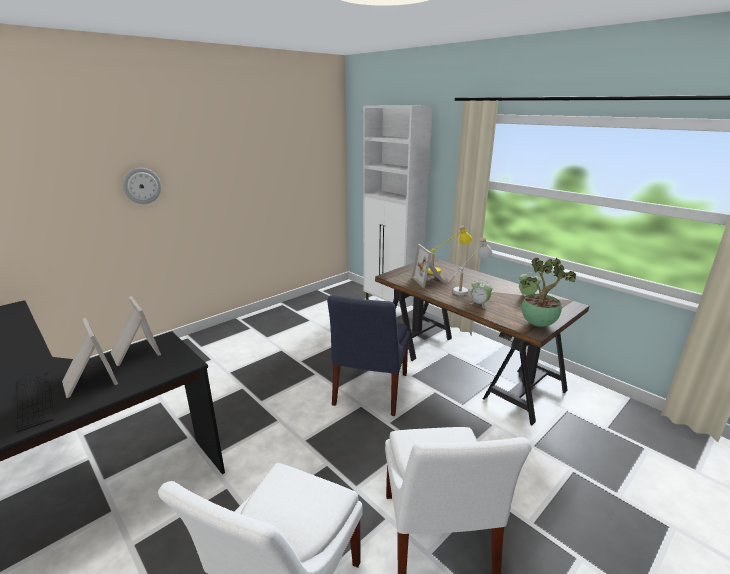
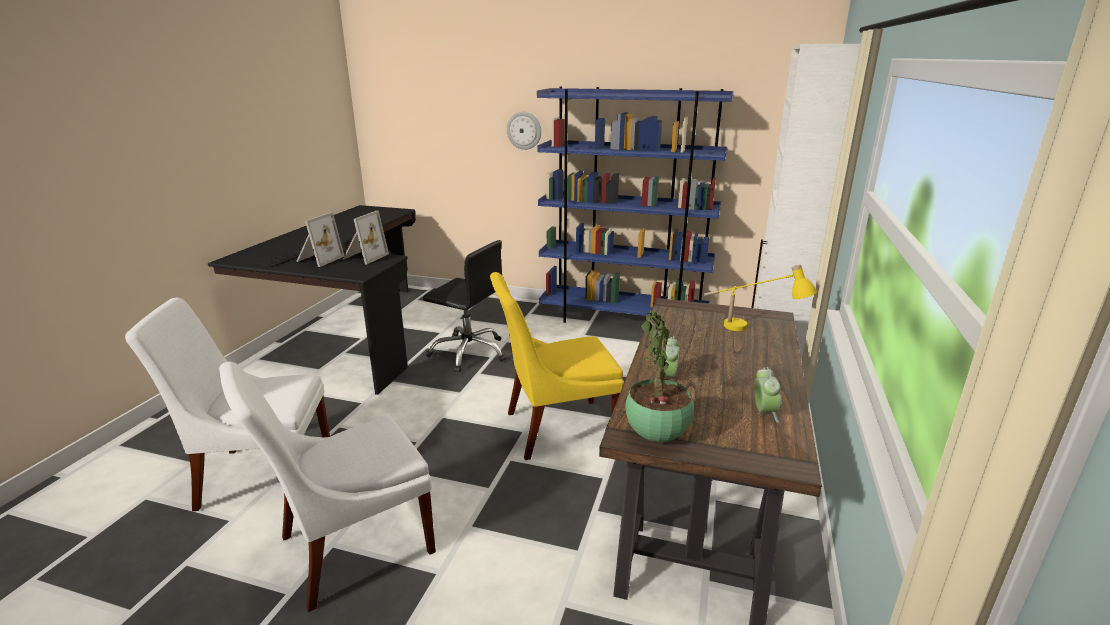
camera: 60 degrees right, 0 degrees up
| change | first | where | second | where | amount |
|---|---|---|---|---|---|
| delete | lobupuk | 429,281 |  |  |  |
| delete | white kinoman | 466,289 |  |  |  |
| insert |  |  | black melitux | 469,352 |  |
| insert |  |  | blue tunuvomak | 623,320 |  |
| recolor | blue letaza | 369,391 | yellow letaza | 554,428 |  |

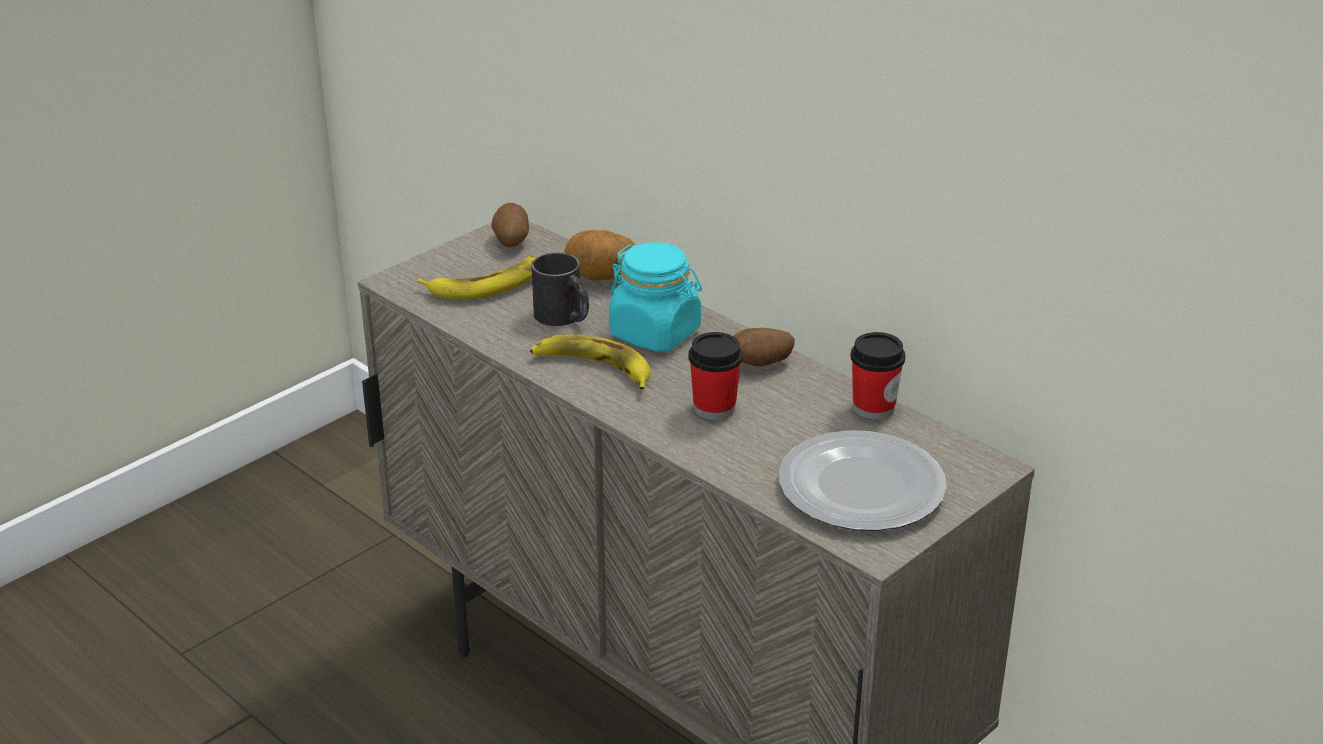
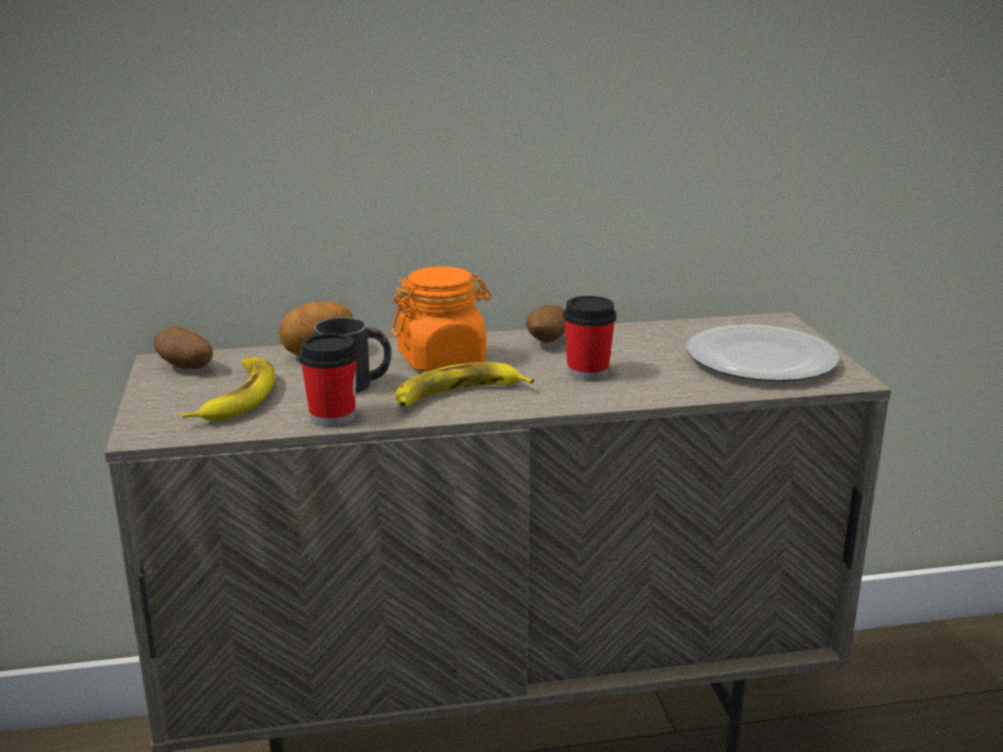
camera: 55 degrees left, 10 degrees down
| change | first | where | second | where | amount |
|---|---|---|---|---|---|
| move | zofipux | 873,408 |  | 332,417 |  |
| recolor | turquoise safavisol | 655,333 | orange safavisol | 442,360 |  |

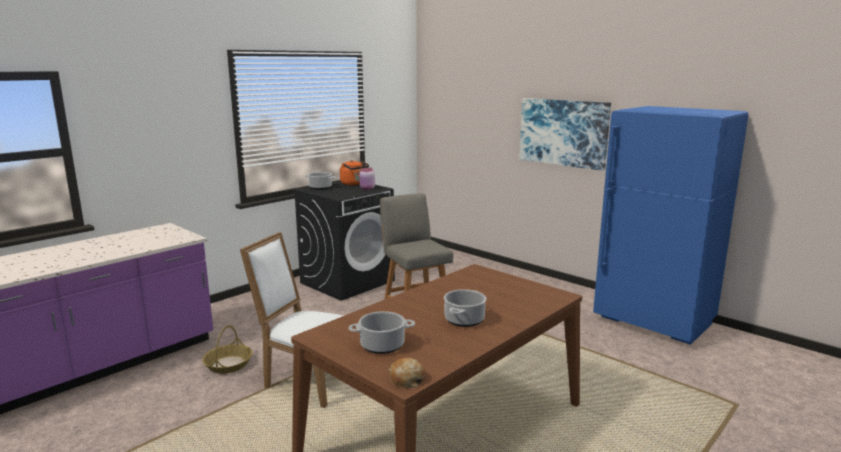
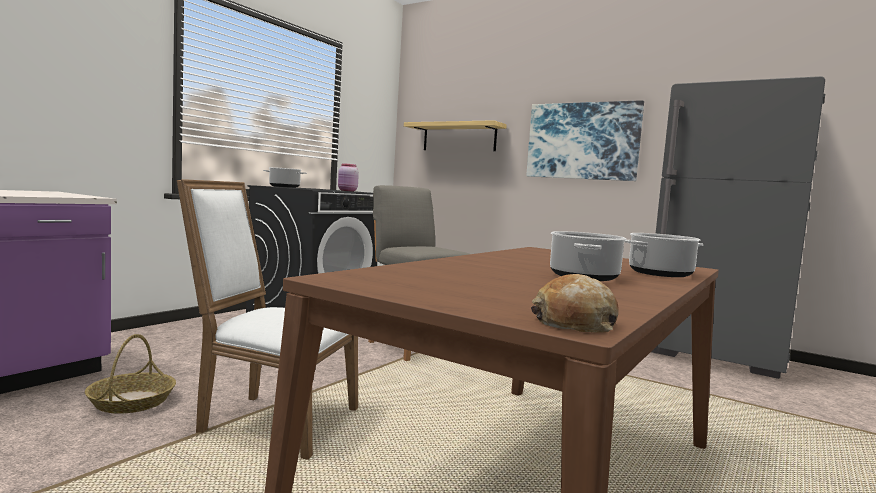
camera: 10 degrees left, 10 degrees down
| change | first | where | second | where | amount |
|---|---|---|---|---|---|
| delete | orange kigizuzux | 354,184 |  |  |  |
| insert |  |  | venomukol | 459,137 |  |
| move | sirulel | 383,345 |  | 660,273 |  |
| recolor | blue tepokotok | 653,323 | grey tepokotok | 715,358 |  |

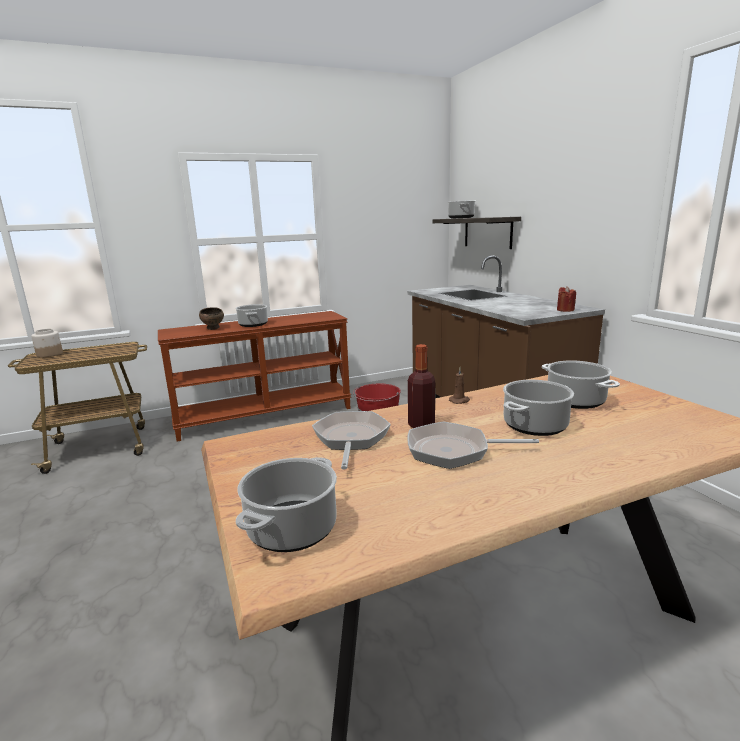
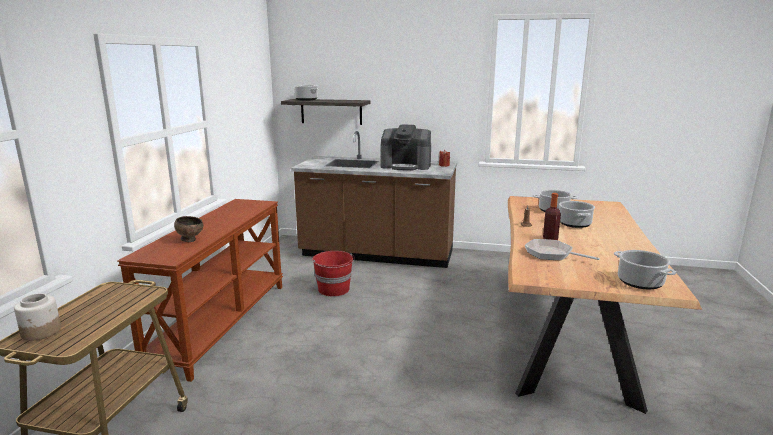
camera: 55 degrees left, 0 degrees up
| change | first | where | second | where | amount |
|---|---|---|---|---|---|
| delete | sirulel | 253,324 |  |  |  |
| delete | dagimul | 454,451 |  |  |  |
| insert |  |  | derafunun | 406,166 |  |

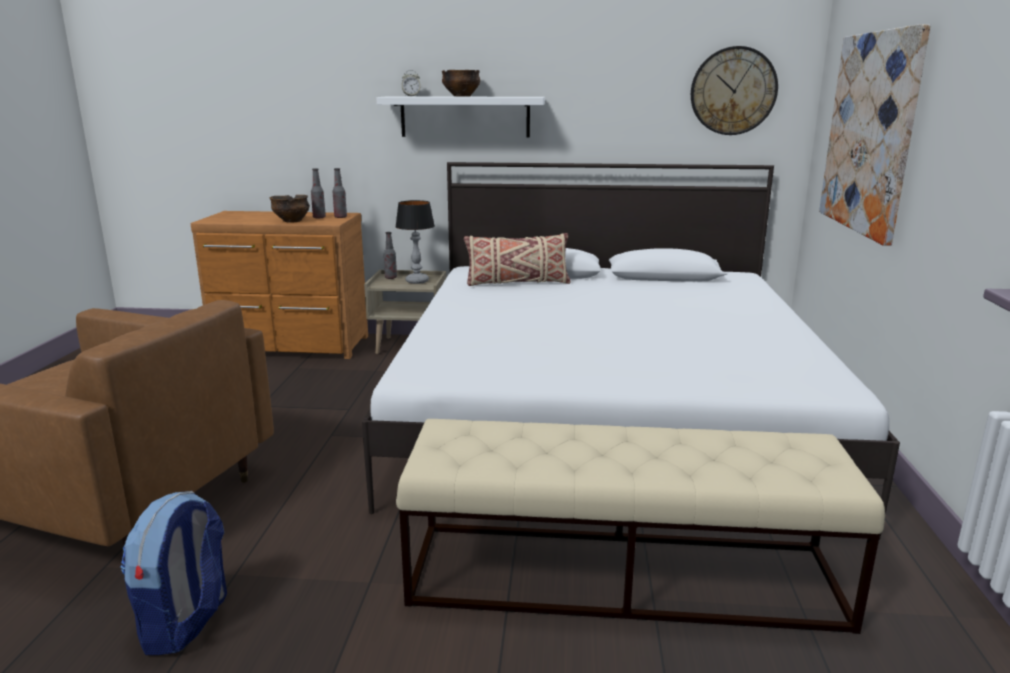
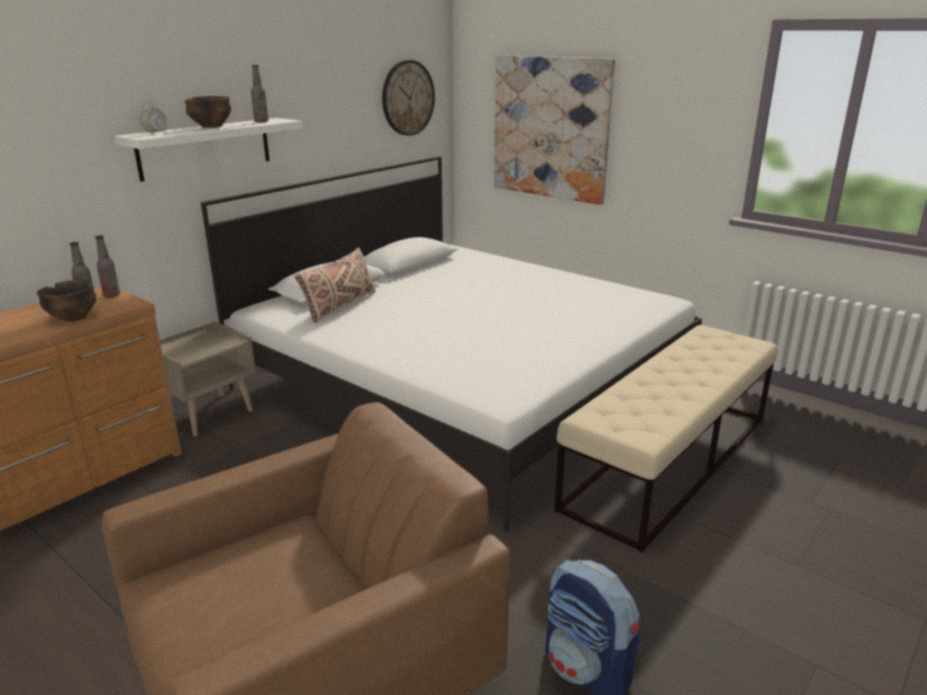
camera: 55 degrees left, 5 degrees up
| change | first | where | second | where | amount |
|---|---|---|---|---|---|
| delete | kinoman | 416,281 |  |  |  |
| move | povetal | 390,278 |  | 261,121 |  |

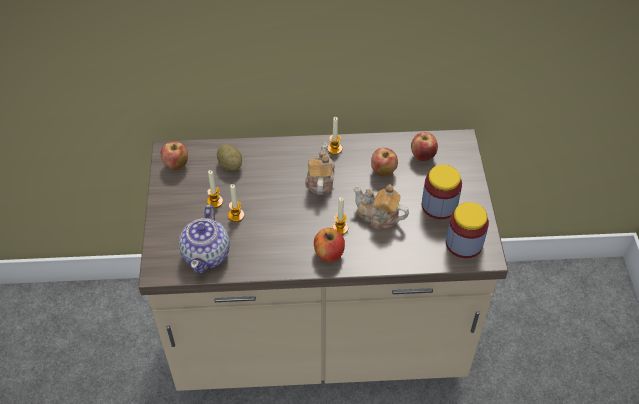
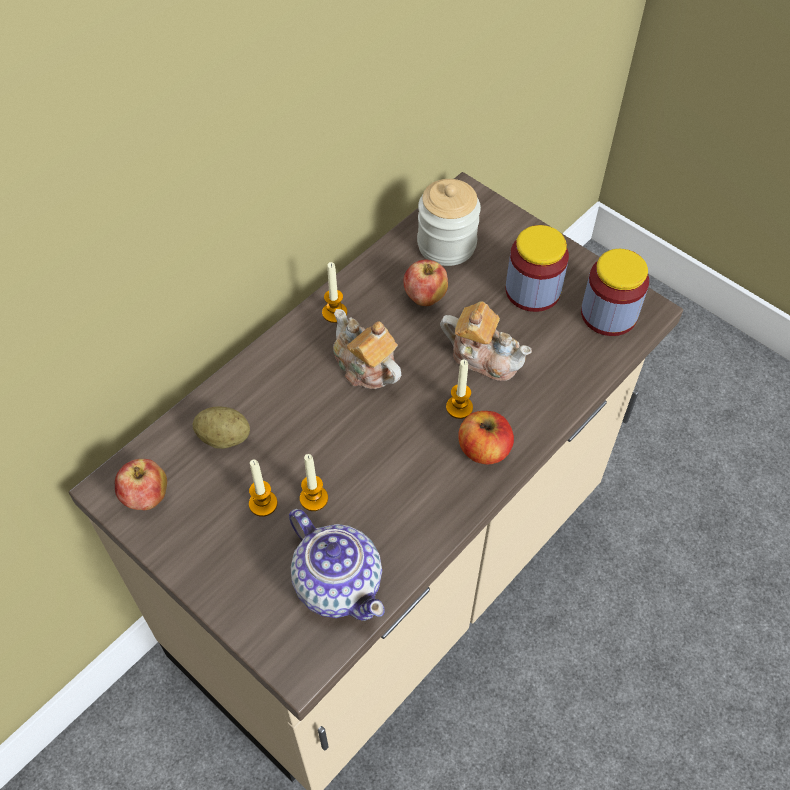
camera: 45 degrees left, 5 degrees up
| change | first | where | second | where | amount |
|---|---|---|---|---|---|
| replace | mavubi | 423,156 | safavisol | 446,245 |  |
| rotate | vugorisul | 378,216 |  | 484,357 | 135 degrees counterclockwise |

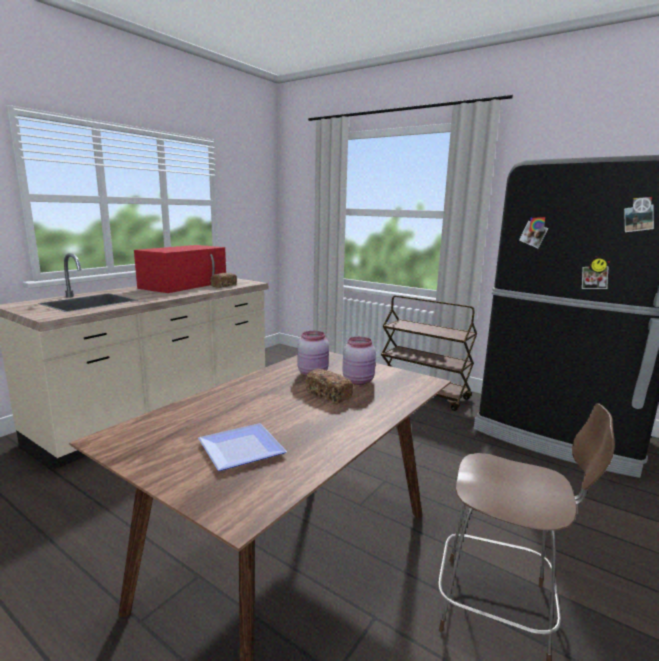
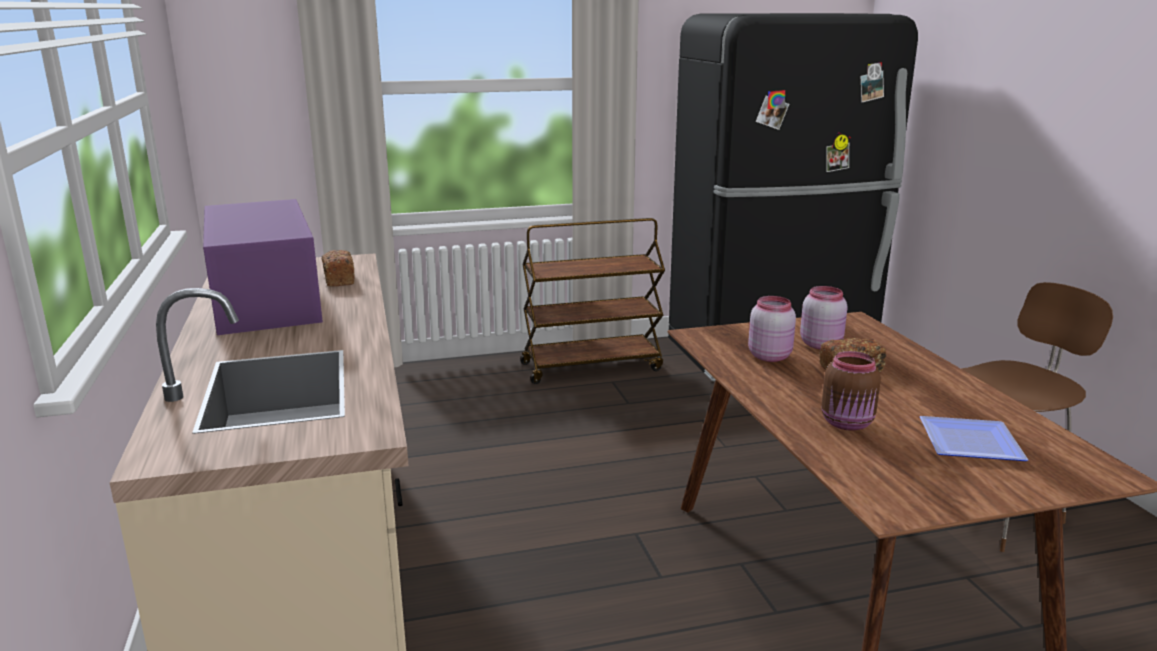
camera: 50 degrees left, 5 degrees up
| change | first | where | second | where | amount |
|---|---|---|---|---|---|
| insert |  |  | brown safavisol | 848,423 |  |
| recolor | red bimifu | 185,284 | purple bimifu | 264,299 |  |

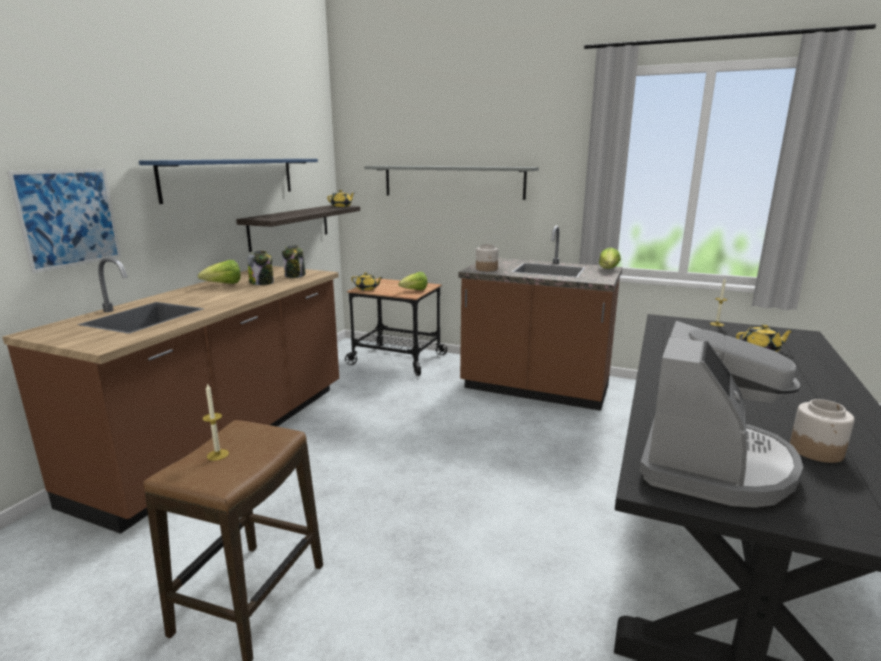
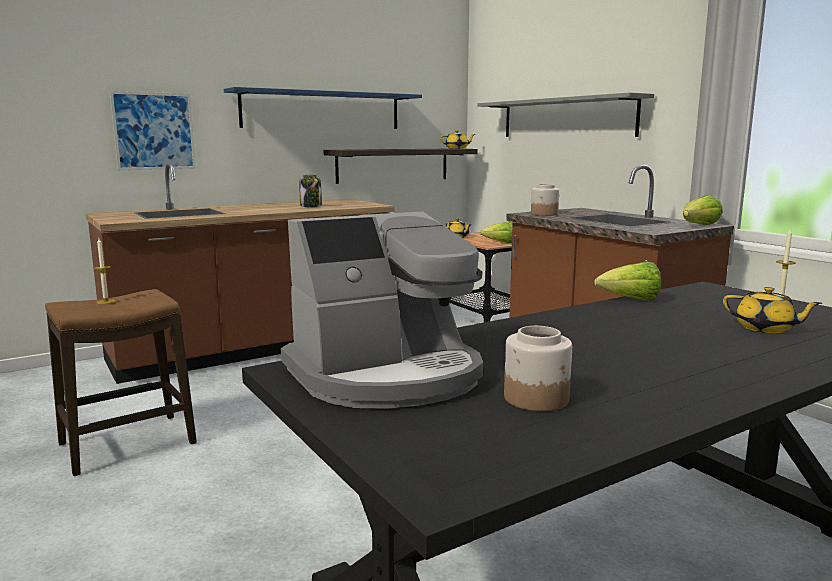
camera: 35 degrees right, 5 degrees down
| change | first | where | second | where | amount |
|---|---|---|---|---|---|
| delete | safavisol | 295,275 |  |  |  |
| move | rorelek | 224,284 |  | 630,300 |  |

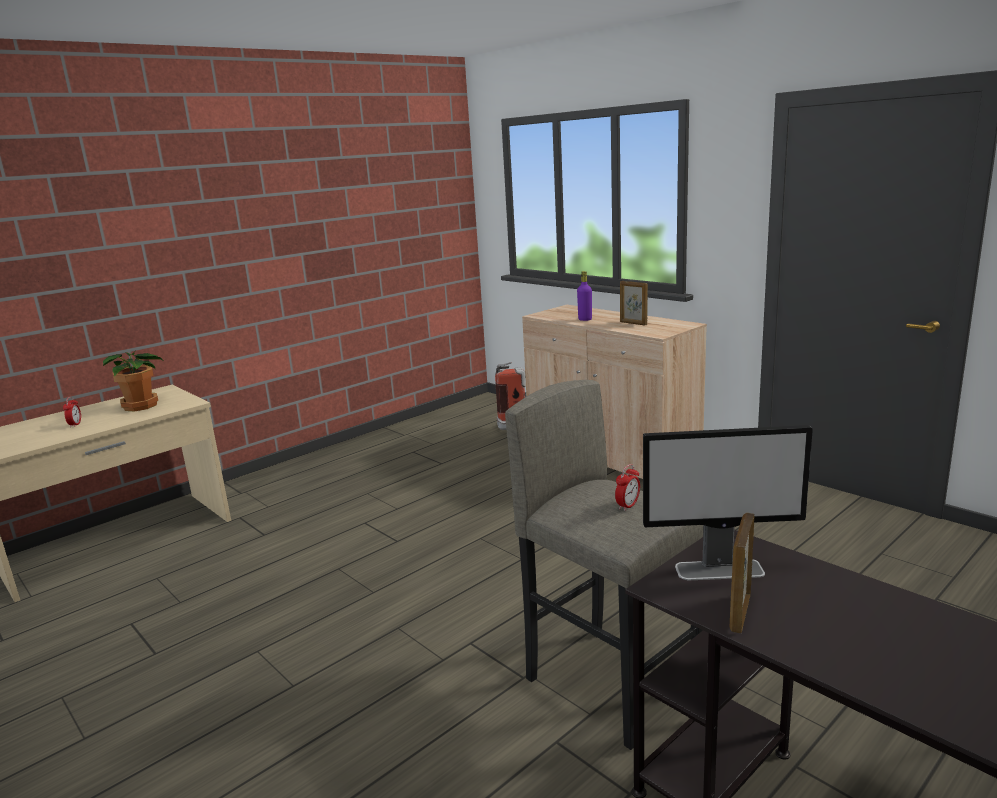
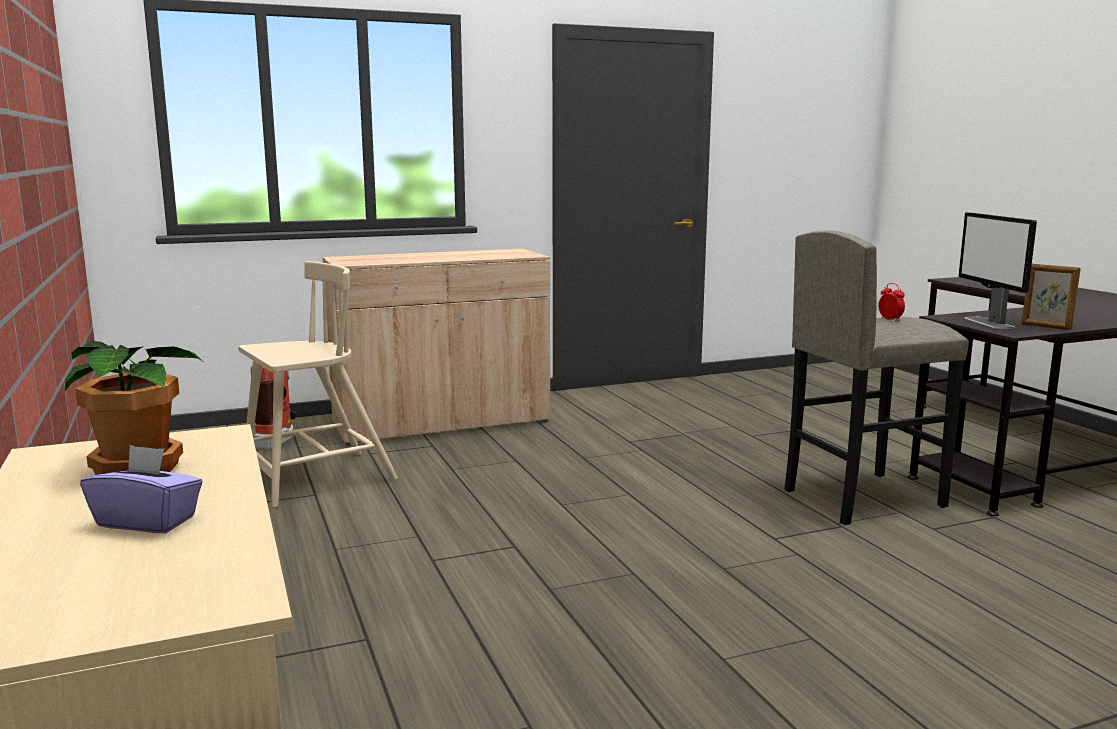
camera: 70 degrees left, 5 degrees down
| change | first | where | second | where | amount |
|---|---|---|---|---|---|
| delete | purple povetal | 585,319 |  |  |  |
| delete | lobupuk | 633,323 |  |  |  |
| insert |  |  | beige letaza | 316,479 |  |
| replace | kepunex | 75,425 | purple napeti | 147,521 |  |
| rotate | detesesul | 720,570 |  | 989,323 | 150 degrees clockwise |

